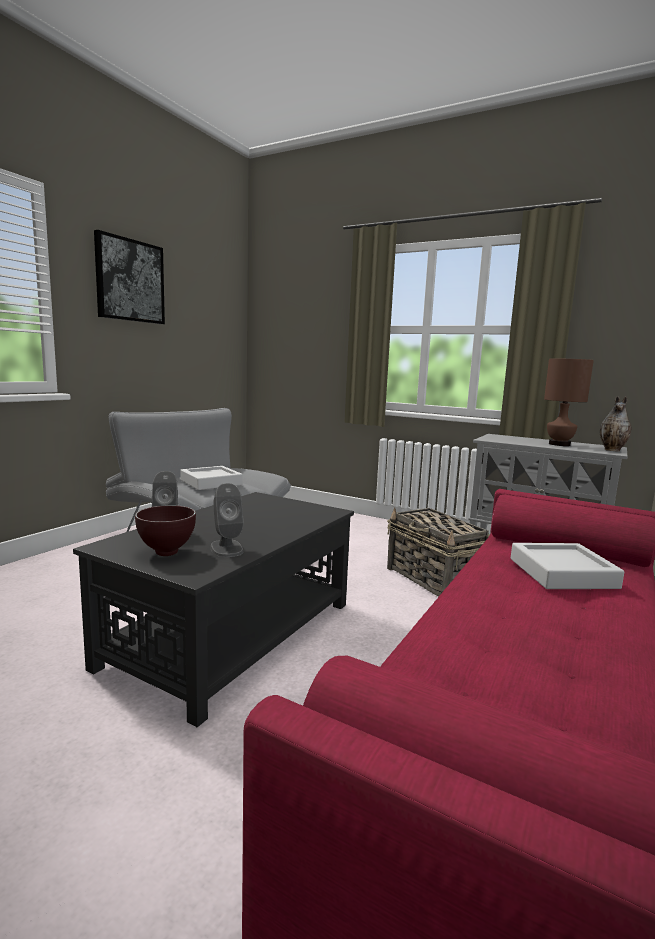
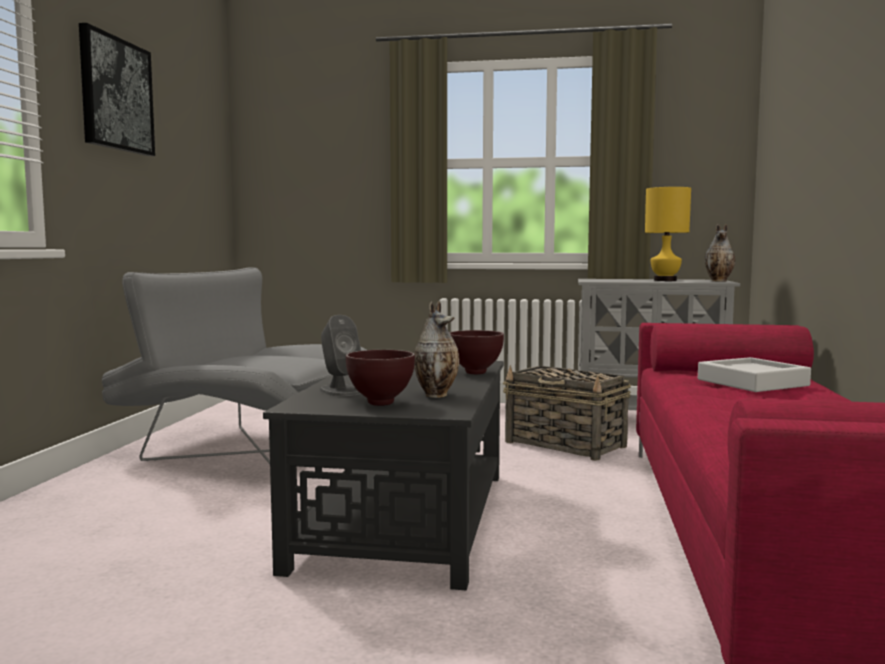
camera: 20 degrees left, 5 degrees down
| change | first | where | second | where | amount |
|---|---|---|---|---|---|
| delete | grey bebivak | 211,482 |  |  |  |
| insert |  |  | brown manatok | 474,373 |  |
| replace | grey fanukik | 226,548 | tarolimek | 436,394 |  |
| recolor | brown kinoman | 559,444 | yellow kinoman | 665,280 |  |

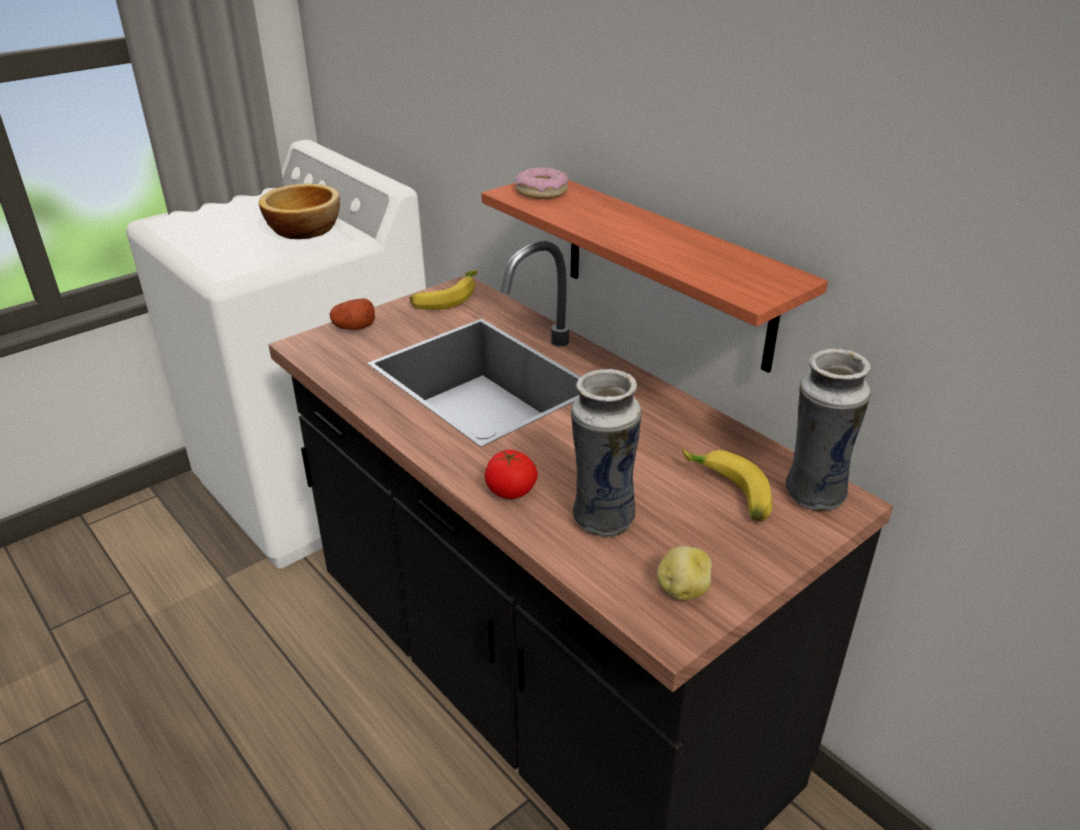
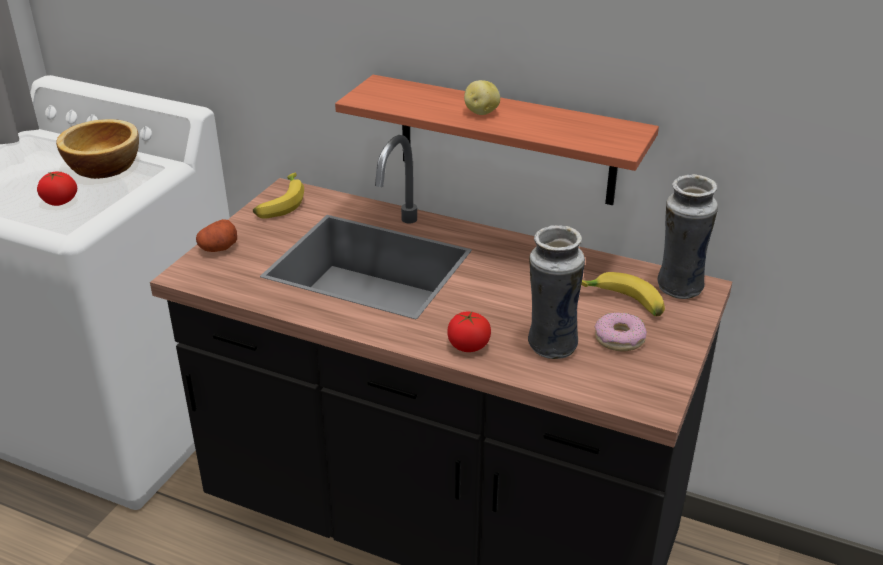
camera: 25 degrees left, 0 degrees up
| change | first | where | second | where | amount |
|---|---|---|---|---|---|
| insert |  |  | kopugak | 60,202 |  |
| move | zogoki | 541,192 |  | 619,338 |  |
| move | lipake | 682,589 |  | 481,112 |  |

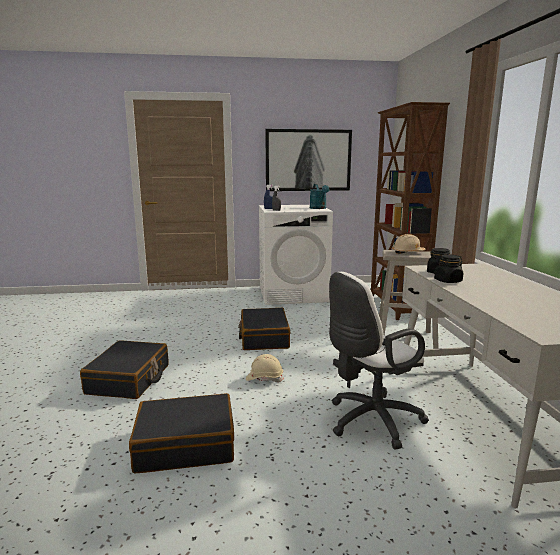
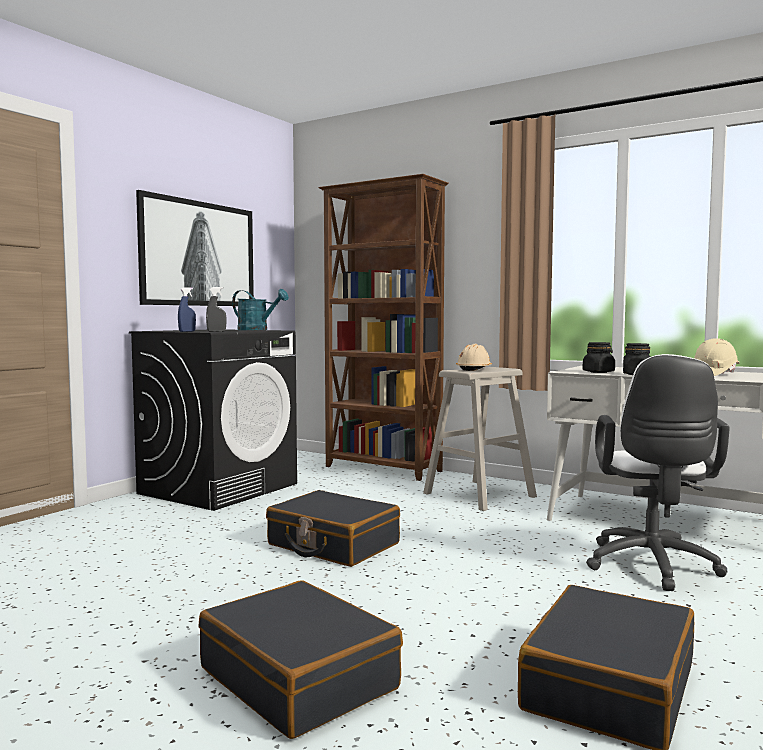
camera: 50 degrees left, 10 degrees down
| change | first | where | second | where | amount |
|---|---|---|---|---|---|
| move | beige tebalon | 264,378 |  | 713,374 |  |
| recolor | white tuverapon | 293,294 | black tuverapon | 219,488 |  |

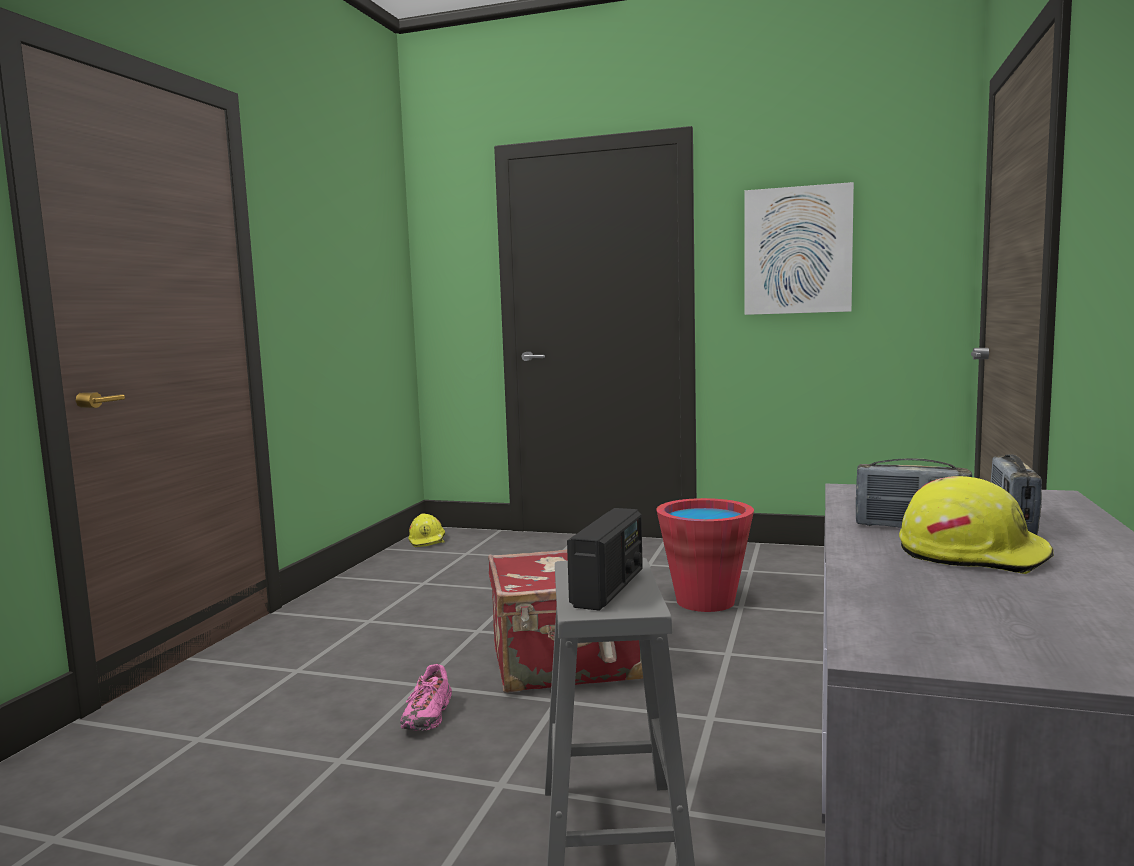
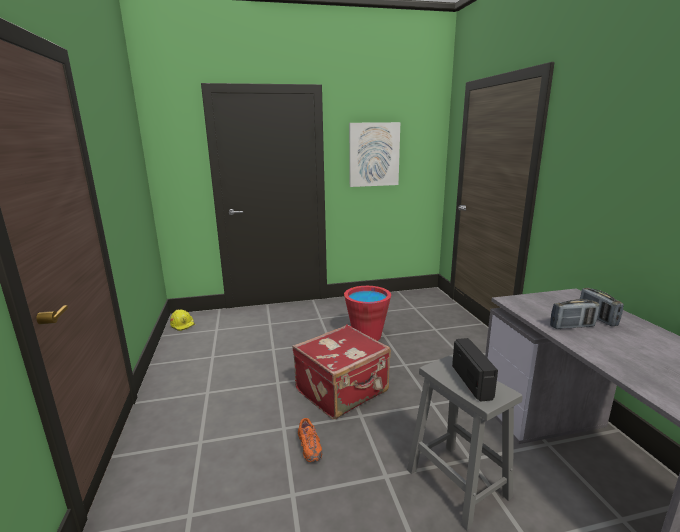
camera: 30 degrees left, 10 degrees up
| change | first | where | second | where | amount |
|---|---|---|---|---|---|
| delete | yellow tebalon | 972,554 |  |  |  |
| recolor | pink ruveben | 428,716 | orange ruveben | 309,448 |  |

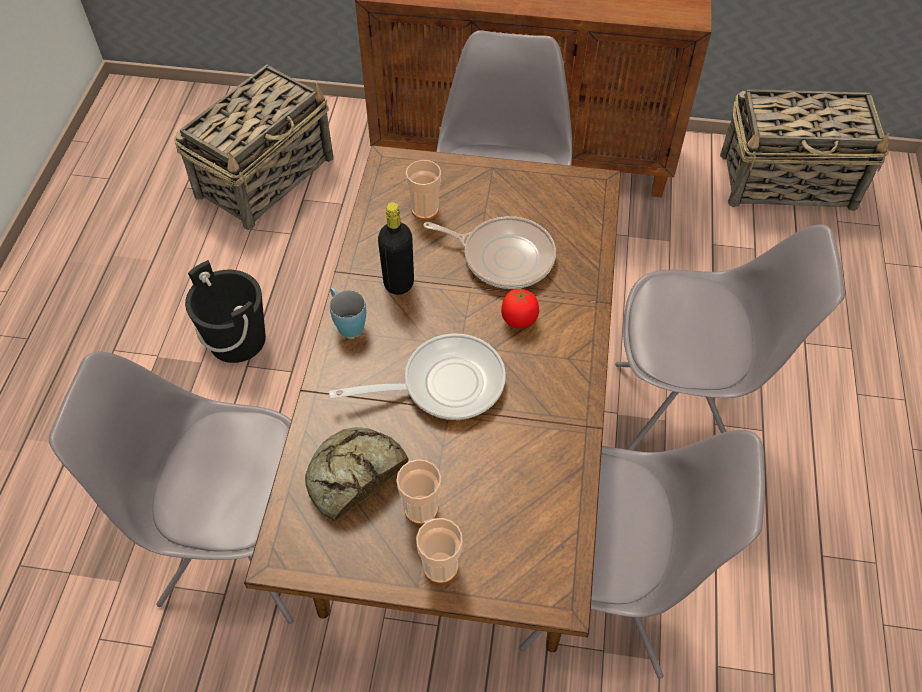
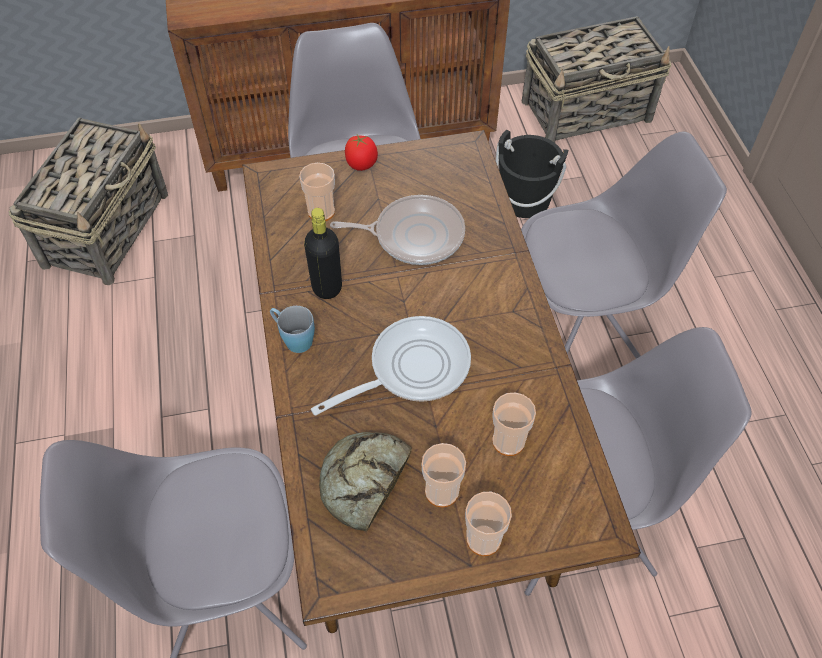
camera: 20 degrees left, 0 degrees up
| change | first | where | second | where | amount |
|---|---|---|---|---|---|
| insert |  |  | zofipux | 508,441 |  |
| move | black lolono | 237,339 |  | 524,200 |  |
| move | kopugak | 519,319 |  | 362,164 |  |

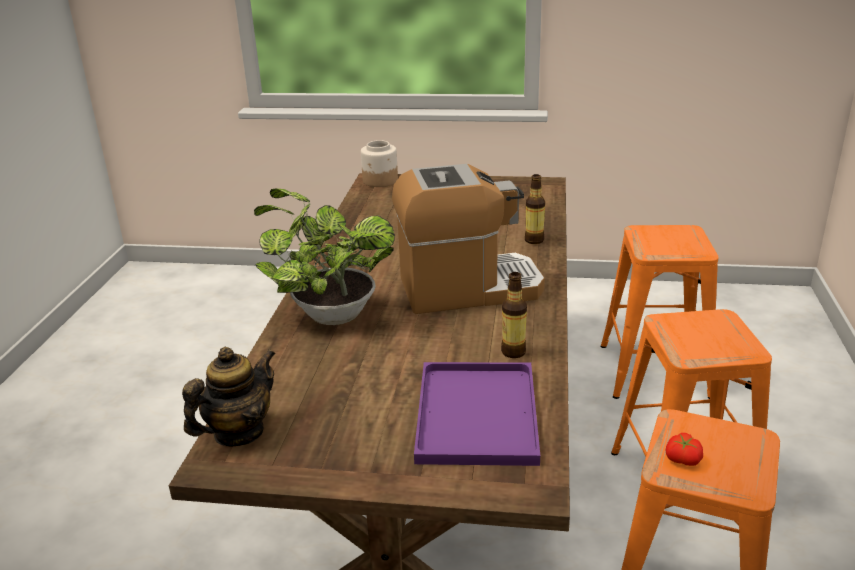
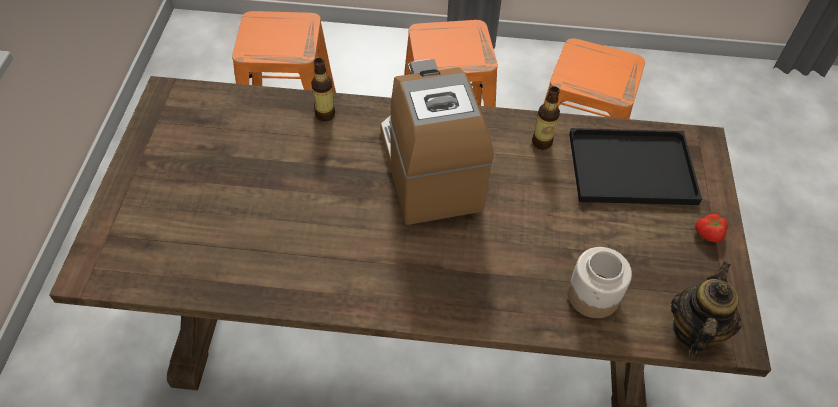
camera: 95 degrees left, 25 degrees up
| change | first | where | second | where | amount |
|---|---|---|---|---|---|
| delete | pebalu | 329,314 |  |  |  |
| move | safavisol | 380,181 |  | 594,295 |  |
| move | kopugak | 682,459 |  | 709,234 |  |
| recolor | purple bebivak | 478,416 | black bebivak | 634,167 |  |
| rotate | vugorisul | 238,432 |  | 693,330 | 75 degrees clockwise |

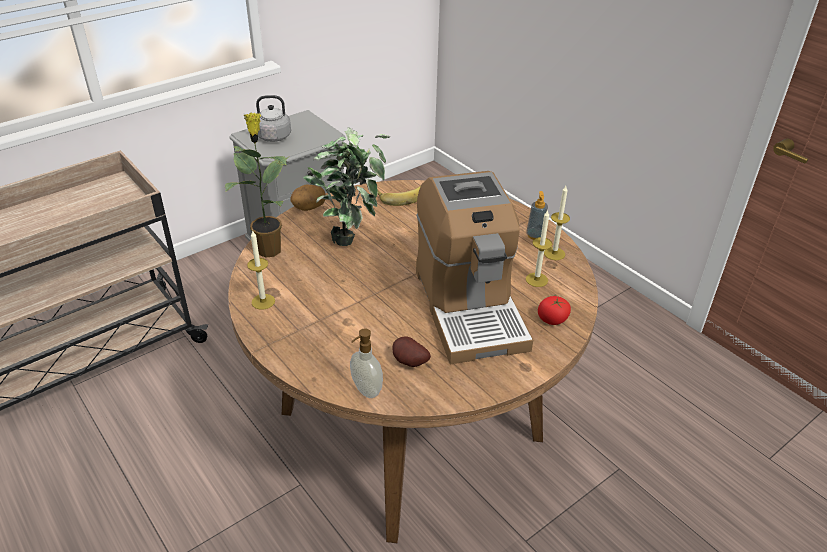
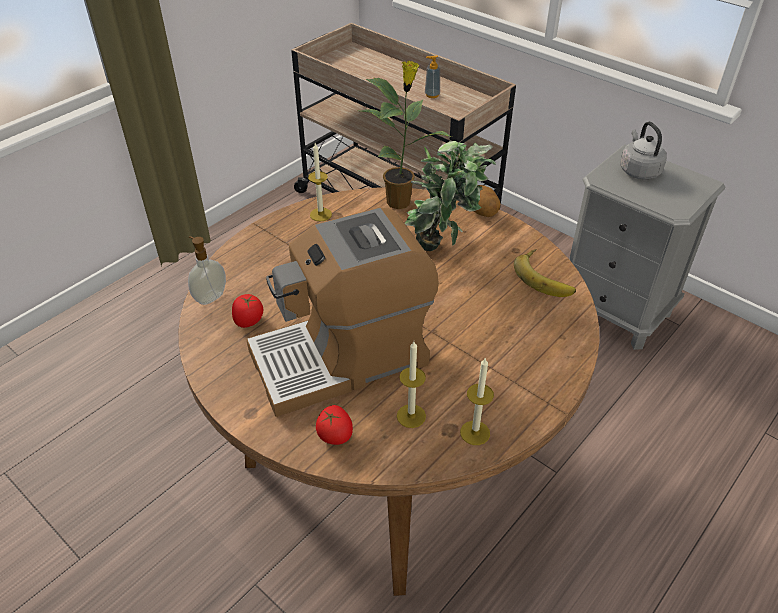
camera: 80 degrees right, 5 degrees up
| change | first | where | second | where | amount |
|---|---|---|---|---|---|
| move | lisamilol | 535,235 |  | 432,95 |  |
| replace | lipake | 409,363 | kopugak | 248,320 |  |

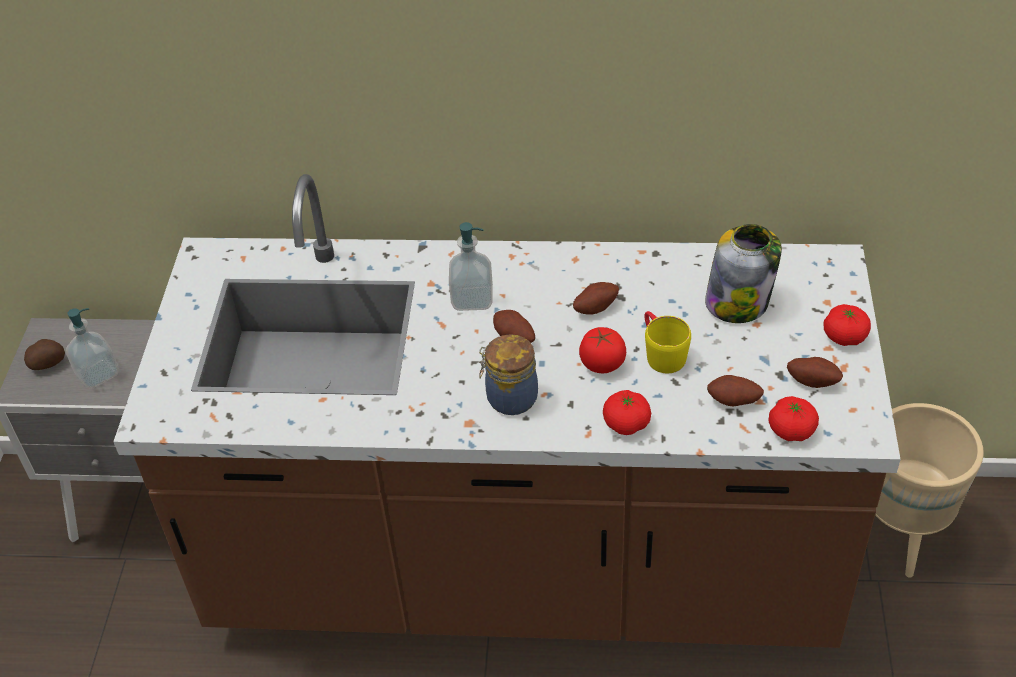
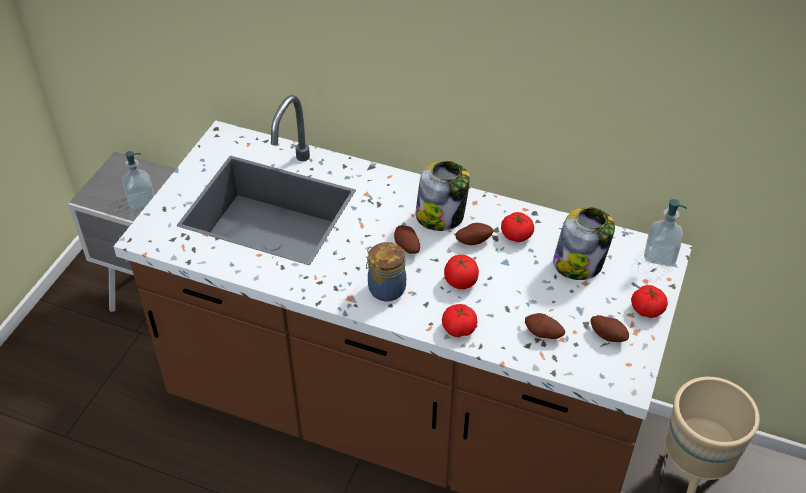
camera: 15 degrees right, 0 degrees up
| change | first | where | second | where | amount |
|---|---|---|---|---|---|
| delete | lipake | 48,364 |  |  |  |
| delete | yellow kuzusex | 660,353 |  |  |  |
| insert |  |  | safavisol | 441,216 |  |
| move | lisamilol | 472,299 |  | 660,256 |  |
| move | kopugak | 791,430 |  | 516,235 |  |

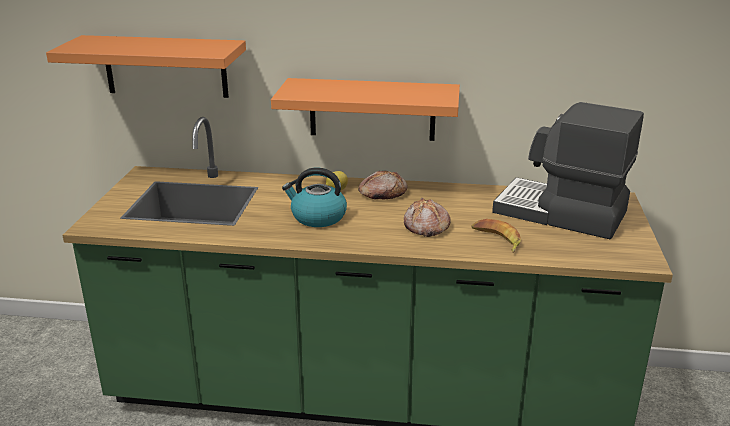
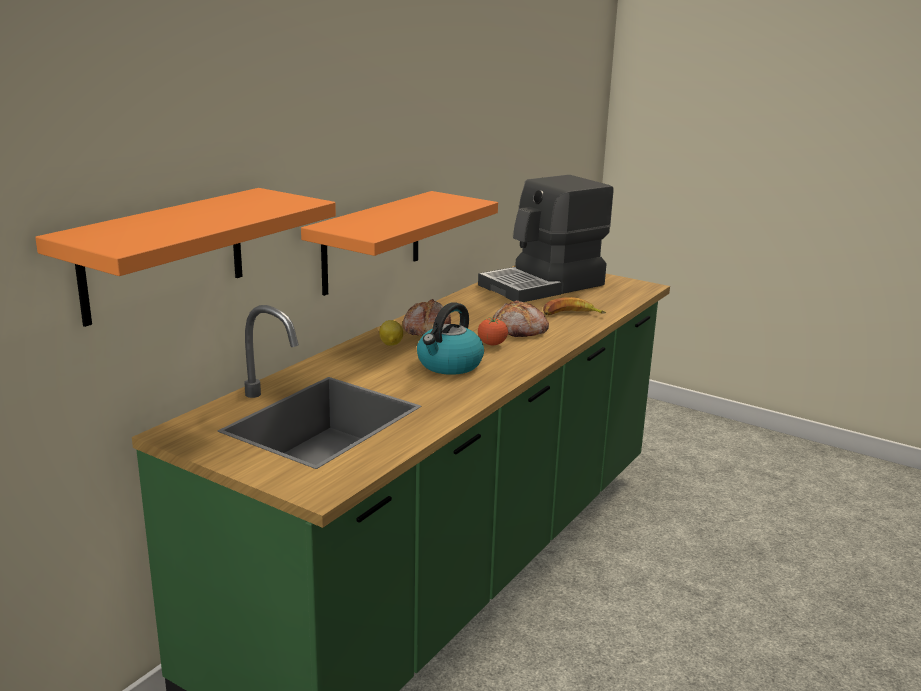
camera: 65 degrees left, 5 degrees down
| change | first | where | second | where | amount |
|---|---|---|---|---|---|
| insert |  |  | kopugak | 492,344 |  |

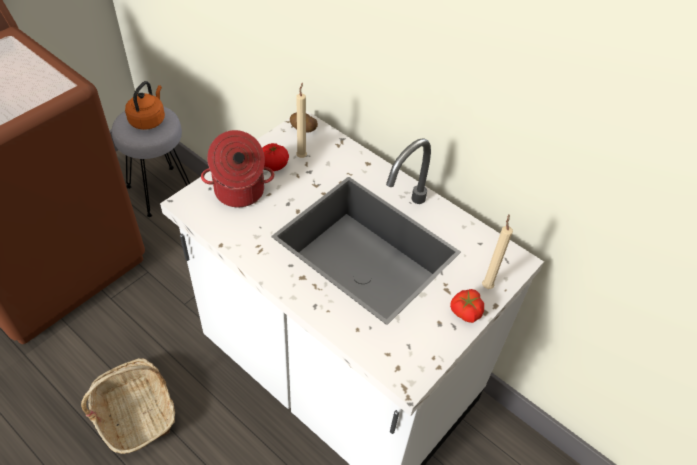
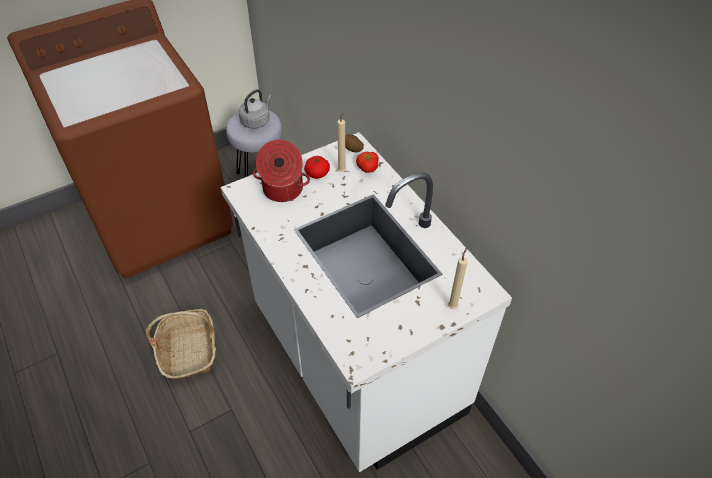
camera: 20 degrees right, 0 degrees up
| change | first | where | second | where | amount |
|---|---|---|---|---|---|
| move | kopugak | 465,311 |  | 367,167 |  |
| recolor | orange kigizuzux | 148,120 | grey kigizuzux | 256,121 |  |

